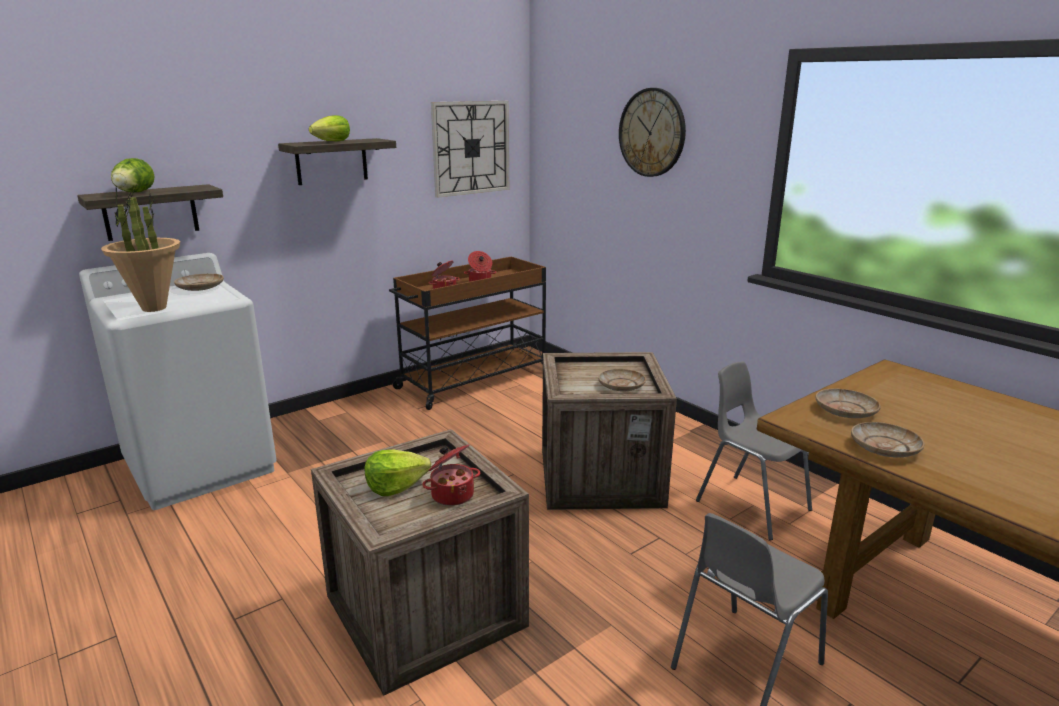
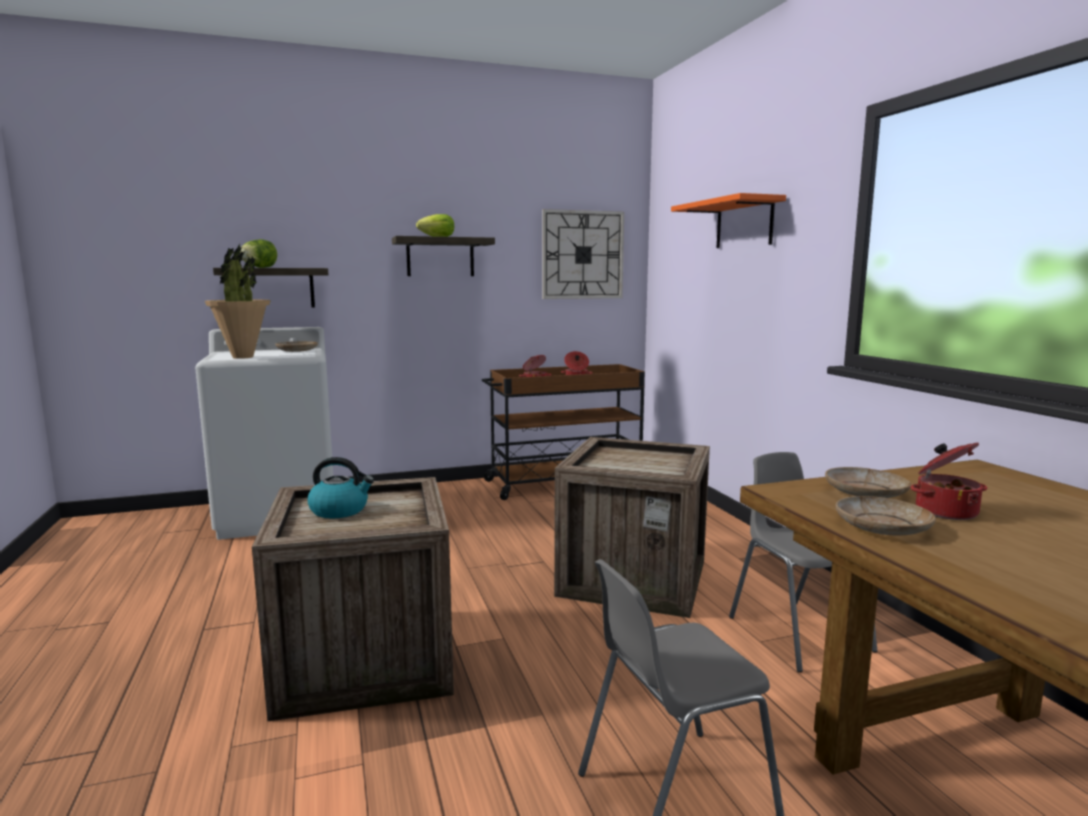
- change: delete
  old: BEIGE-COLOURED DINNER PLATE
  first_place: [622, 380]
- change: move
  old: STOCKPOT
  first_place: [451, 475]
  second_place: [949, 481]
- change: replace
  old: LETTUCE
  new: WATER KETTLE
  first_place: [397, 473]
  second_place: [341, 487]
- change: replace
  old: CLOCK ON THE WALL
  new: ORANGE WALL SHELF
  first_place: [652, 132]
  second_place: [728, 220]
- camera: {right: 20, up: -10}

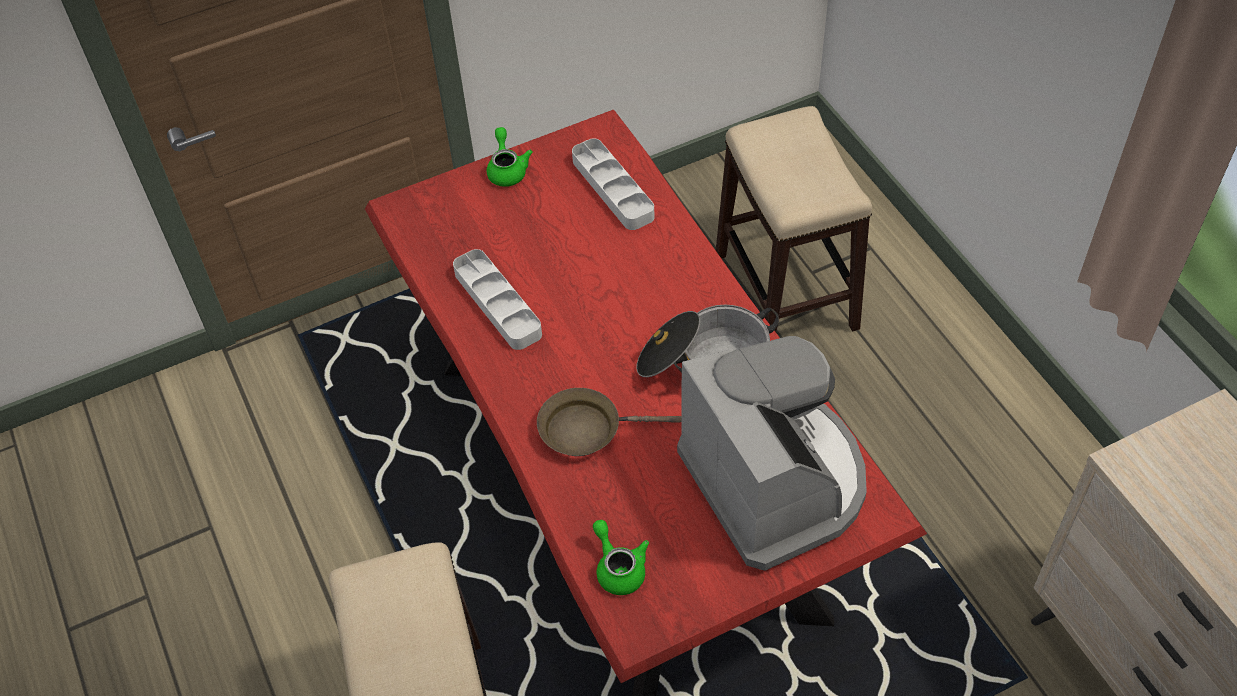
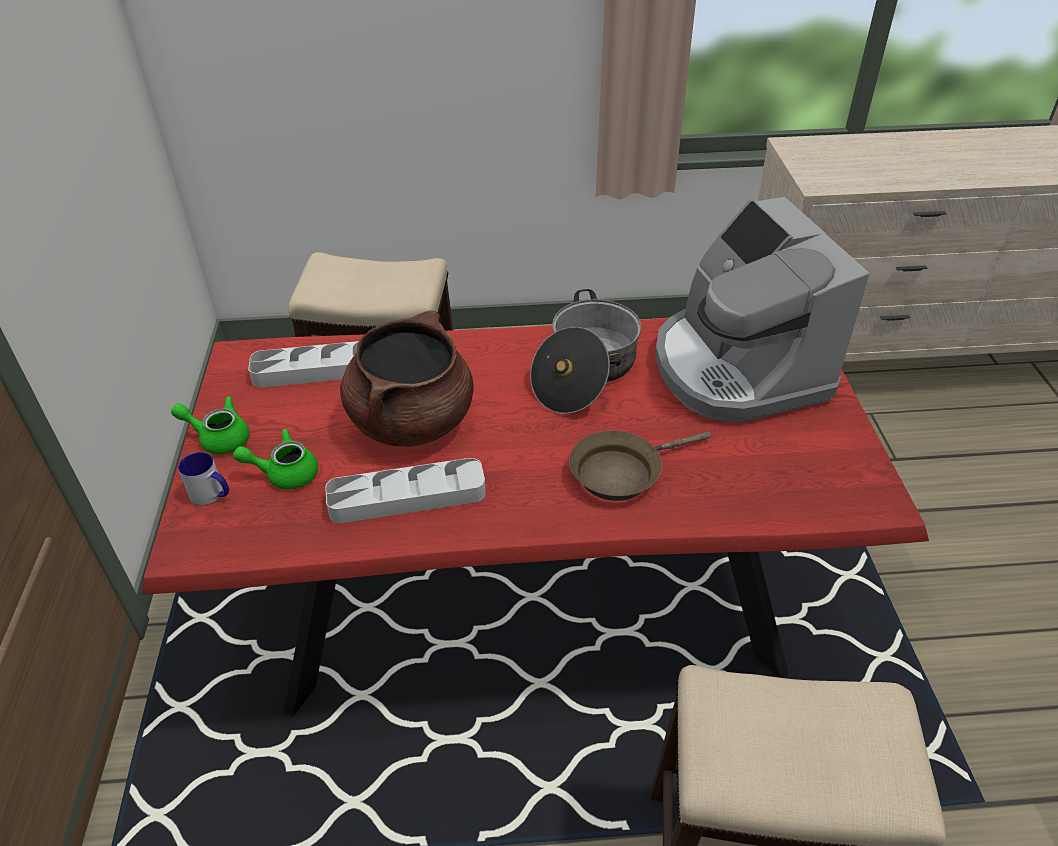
- change: insert
  new: TEA MUG
  second_place: [203, 478]
- change: insert
  new: BROWNISH STOCKPOT
  second_place: [407, 378]
- change: move
  old: GREEN TEAPOT
  first_place: [621, 557]
  second_place: [275, 459]
- change: rotate
  old: BROWNISH PAN
  first_place: [609, 422]
  second_place: [640, 466]
  degrees: 45
- change: rotate
  old: COFFEE MACHINE
  first_place: [772, 453]
  second_place: [762, 309]
  degrees: -105
- camera: {right: -70, up: -10}

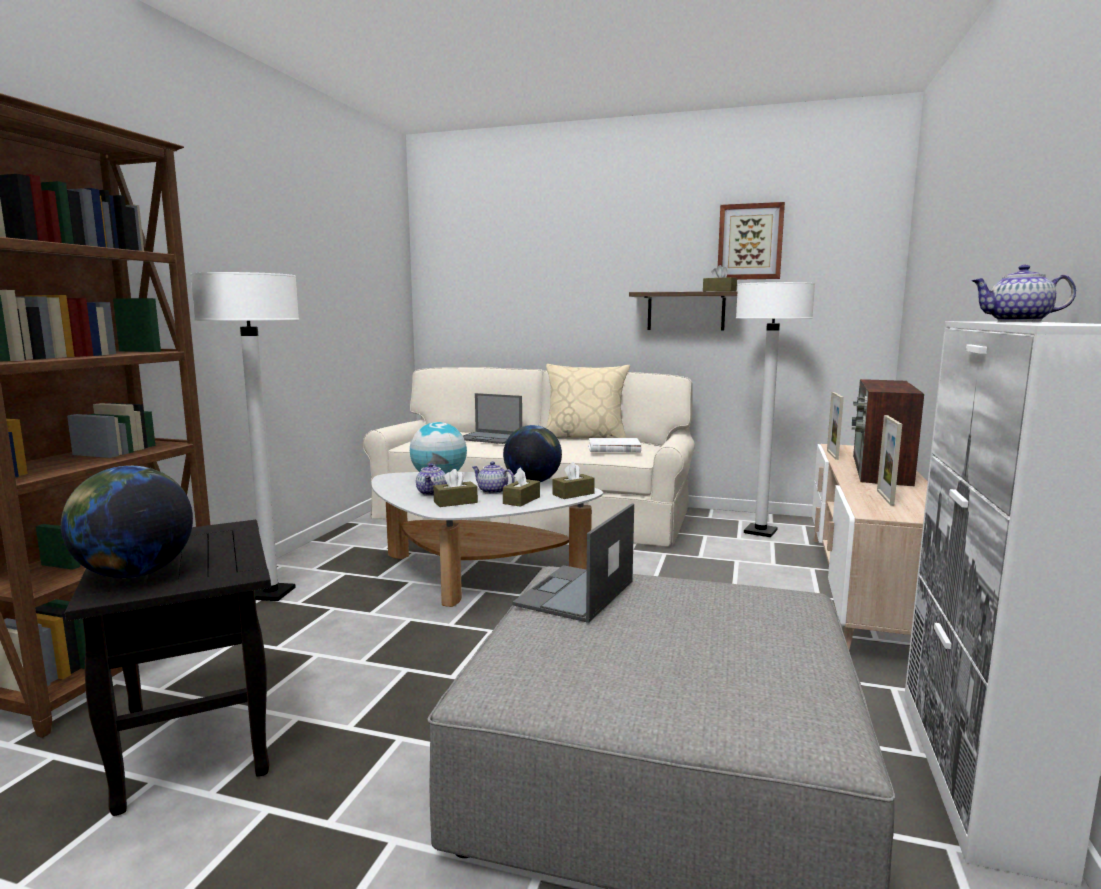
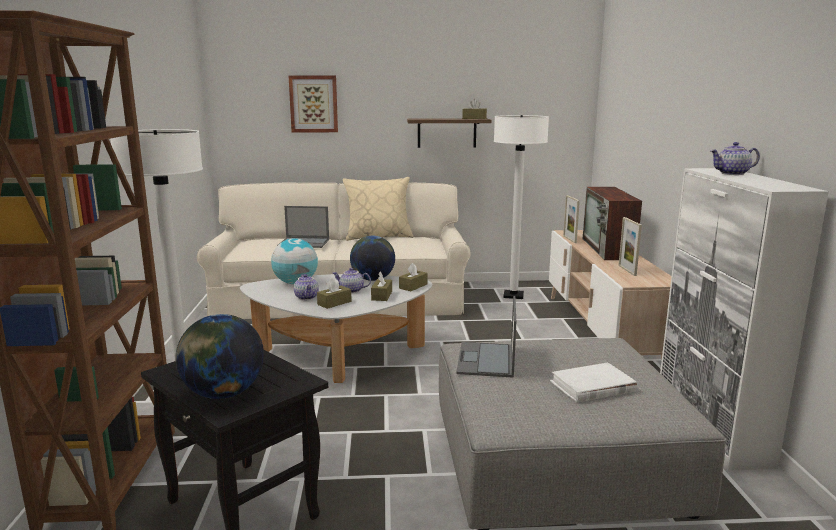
- change: move
  old: WHITISH VOLUME
  first_place: [614, 445]
  second_place: [593, 382]
- change: move
  old: WALL ART
  first_place: [751, 241]
  second_place: [313, 104]
- camera: {right: -20, up: 5}

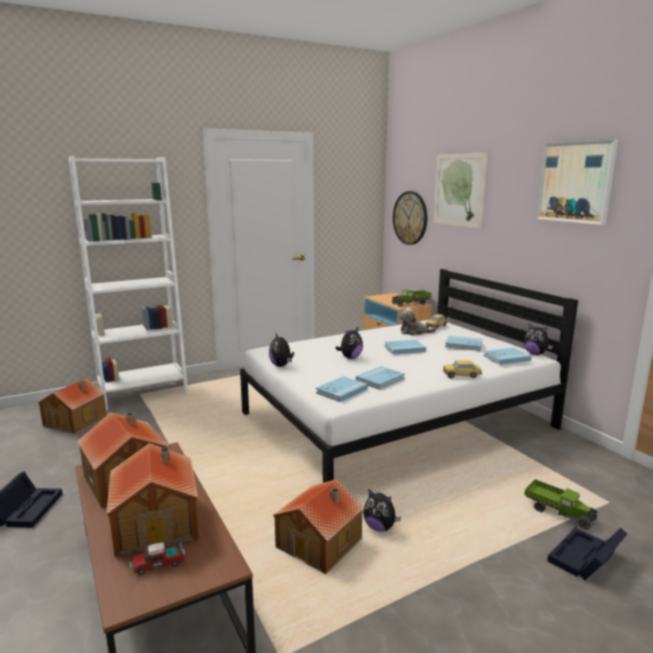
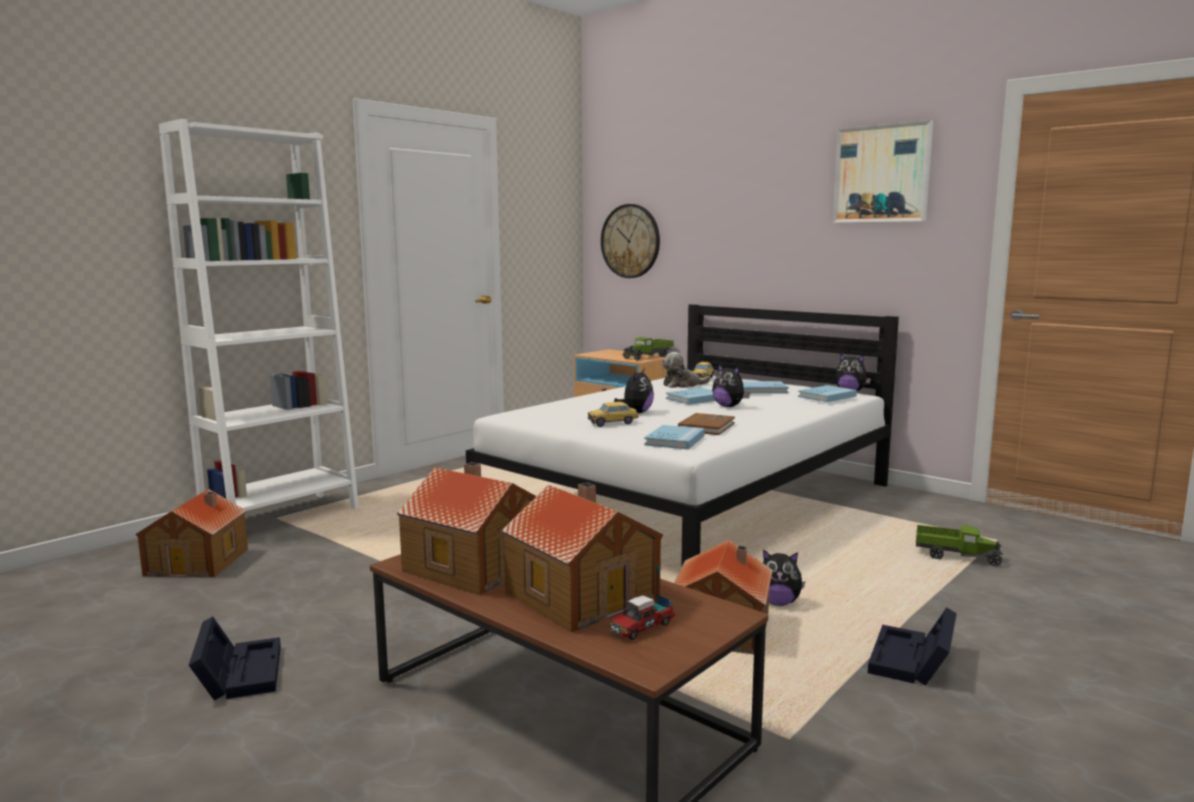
- change: delete
  old: WALL ART
  first_place: [461, 191]
- change: move
  old: CUDDLY TOY
  first_place: [281, 349]
  second_place: [731, 385]
- change: move
  old: MODEL CAR
  first_place: [462, 369]
  second_place: [613, 414]
- change: move
  old: BLACK STORAGE CONTAINER
  first_place: [587, 553]
  second_place: [912, 646]
- change: recolor
  old: BLUE-COLOURED VOLUME
  new: BROWNISH VOLUME
  first_place: [380, 378]
  second_place: [706, 424]
- camera: {right: -20, up: -5}

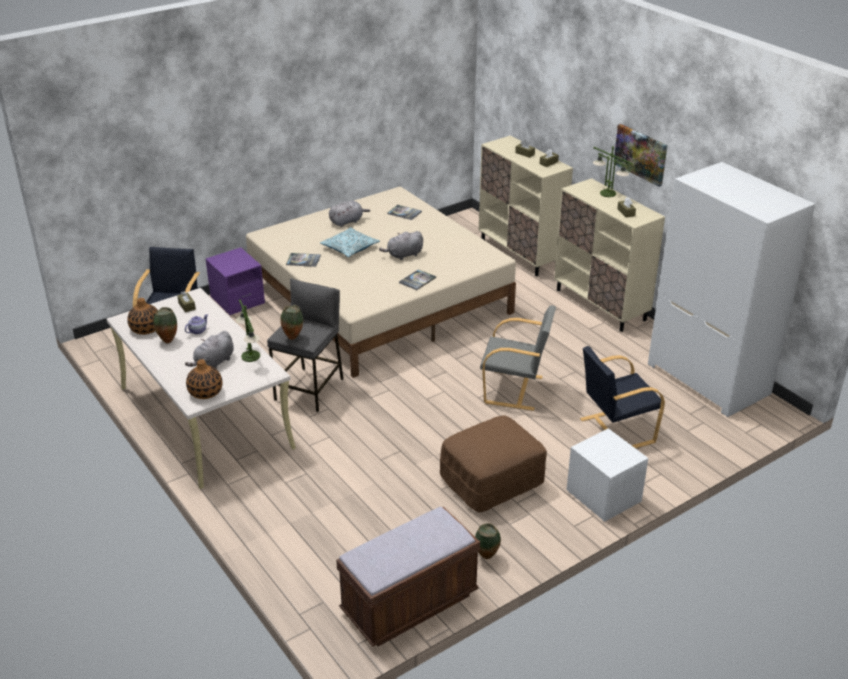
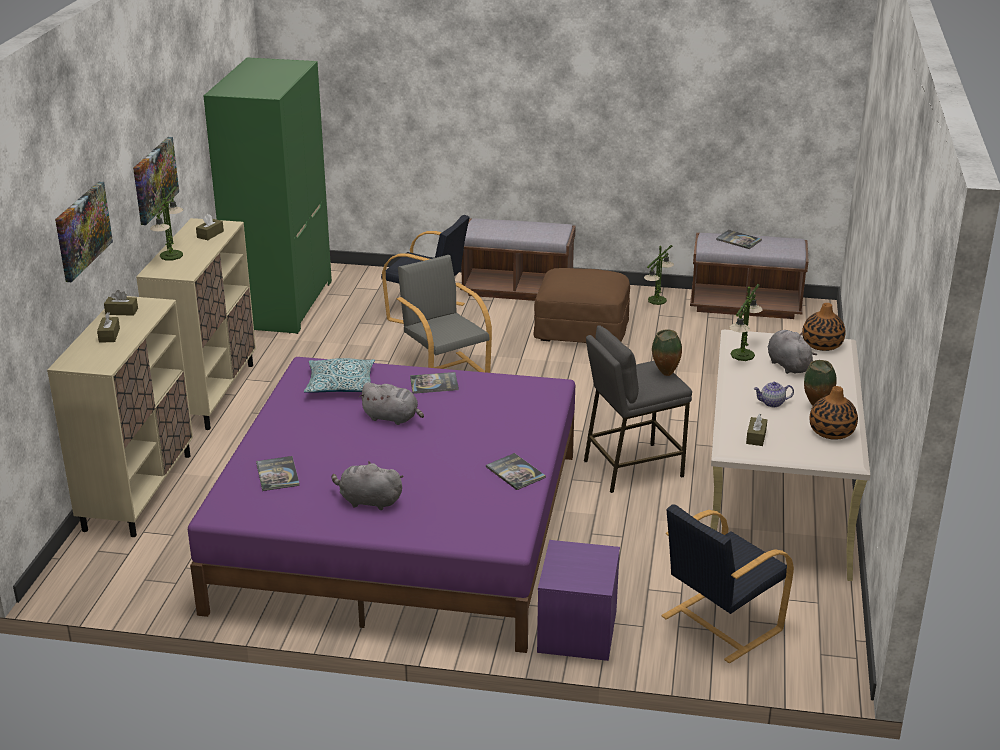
- change: insert
  new: WALL ART
  second_place: [84, 232]
- change: insert
  new: VOLUME
  second_place: [739, 239]
- change: move
  old: THROW PILLOW
  first_place: [350, 242]
  second_place: [339, 375]
- change: replace
  old: FLOWER VASE
  new: TABLE LAMP
  first_place: [488, 541]
  second_place: [659, 275]
- change: replace
  old: WHITISH BEDSIDE TABLE
  new: BROWNISH LONG SEAT
  first_place: [607, 475]
  second_place: [518, 259]
- change: recolor
  old: BEIGE-COLOURED SLEEPING BED
  new: PURPLISH SLEEPING BED
  first_place: [381, 282]
  second_place: [381, 505]
- change: recolor
  old: WHITISH ARMOIRE
  new: GREEN ARMOIRE
  first_place: [731, 289]
  second_place: [267, 195]
- change: rotate
  old: GREYISH CUDDLY TOY
  first_place: [209, 350]
  second_place: [792, 352]
  degrees: -105
- camera: {right: -135, up: -5}

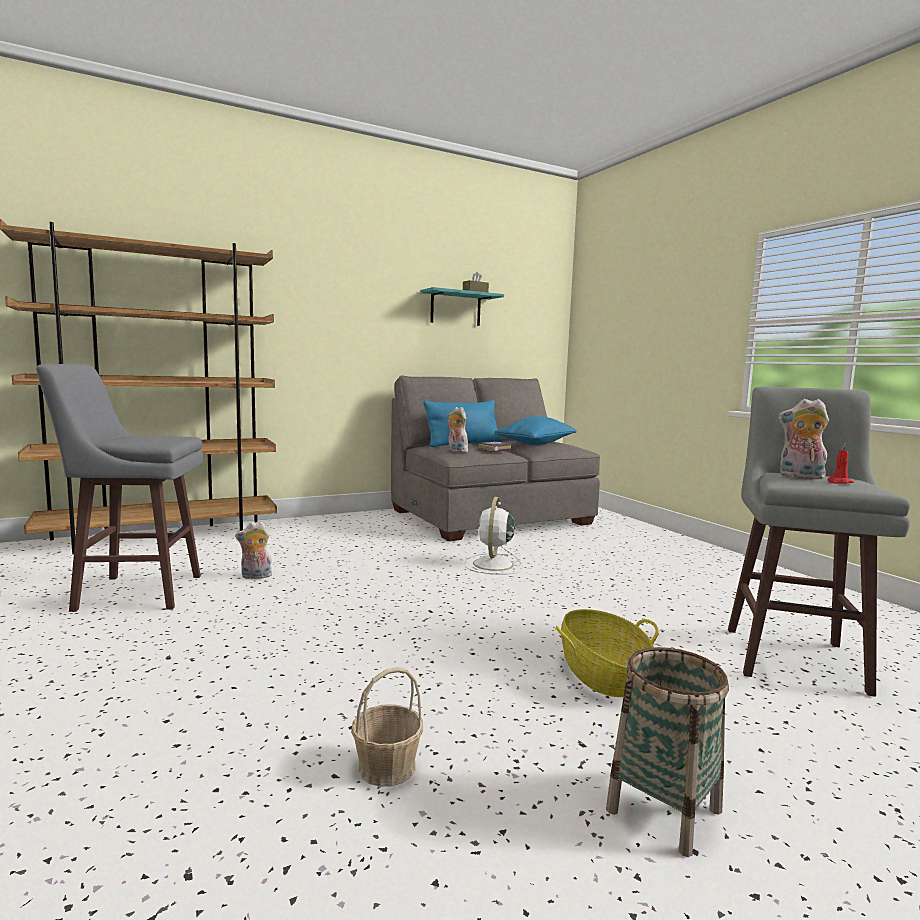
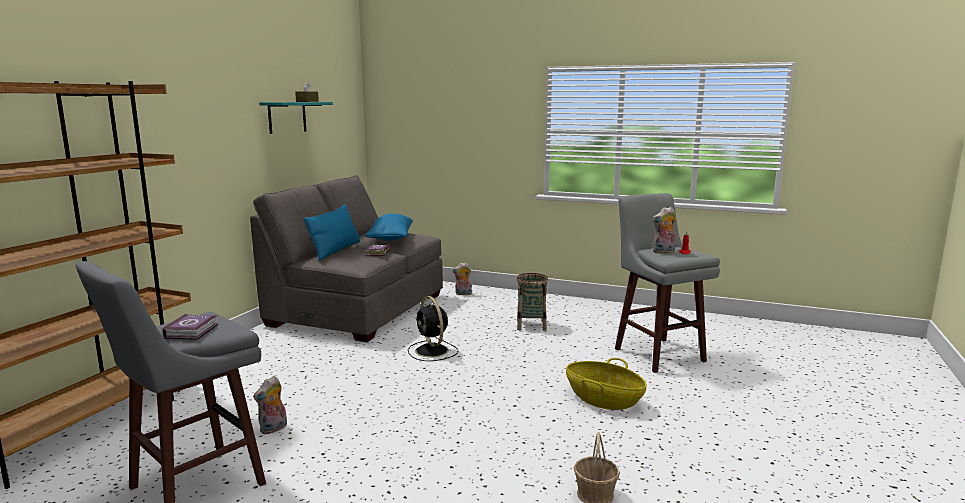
- change: insert
  new: VOLUME
  second_place: [190, 327]
- change: move
  old: CUDDLY TOY
  first_place: [457, 429]
  second_place: [462, 278]
- change: move
  old: HOUSEHOLD BASKET
  first_place: [667, 752]
  second_place: [532, 302]
- change: recolor
  old: WHITISH COOLING FAN
  new: BLACK COOLING FAN
  first_place: [493, 536]
  second_place: [433, 328]
- camera: {right: -40, up: 5}

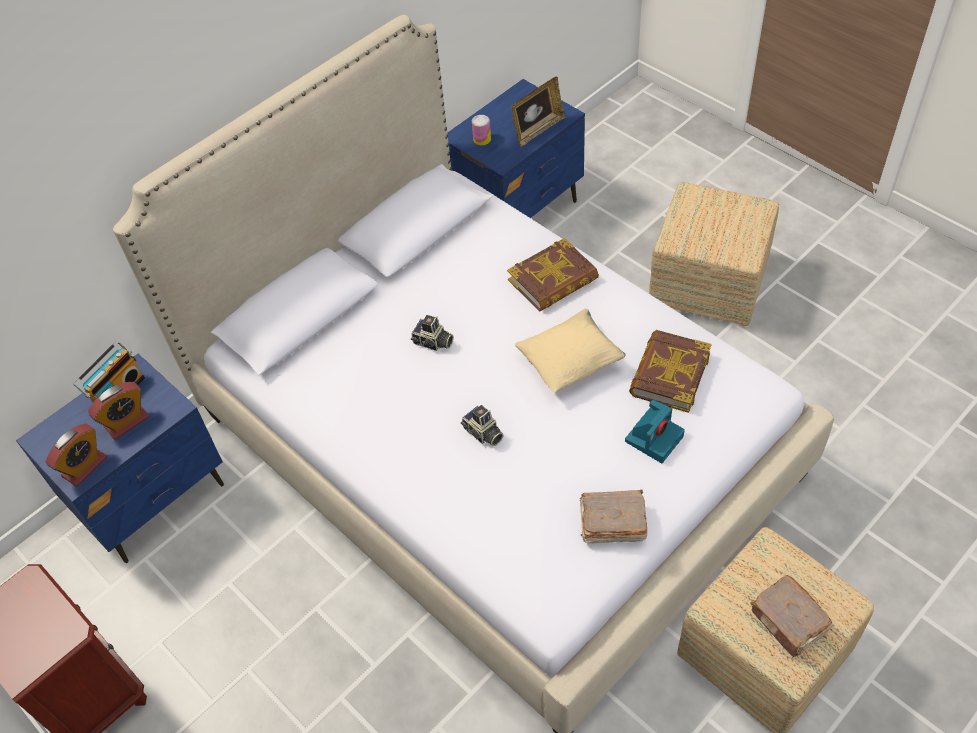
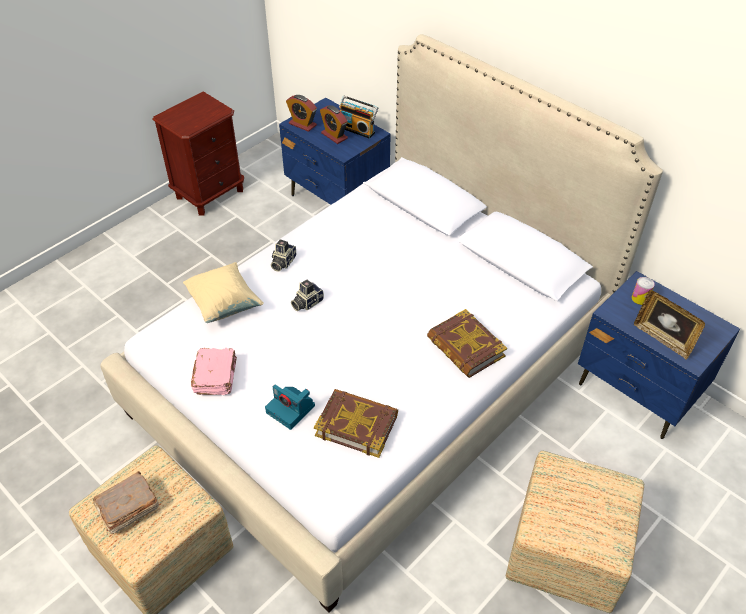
- change: move
  old: PHOTO CAMERA
  first_place: [432, 333]
  second_place: [283, 255]
- change: move
  old: BEIGE-COLOURED THROW PILLOW
  first_place: [570, 350]
  second_place: [223, 292]
- change: recolor
  old: BROWNISH VOLUME
  new: PINKISH VOLUME
  first_place: [613, 516]
  second_place: [214, 371]
- camera: {right: 85, up: -5}

